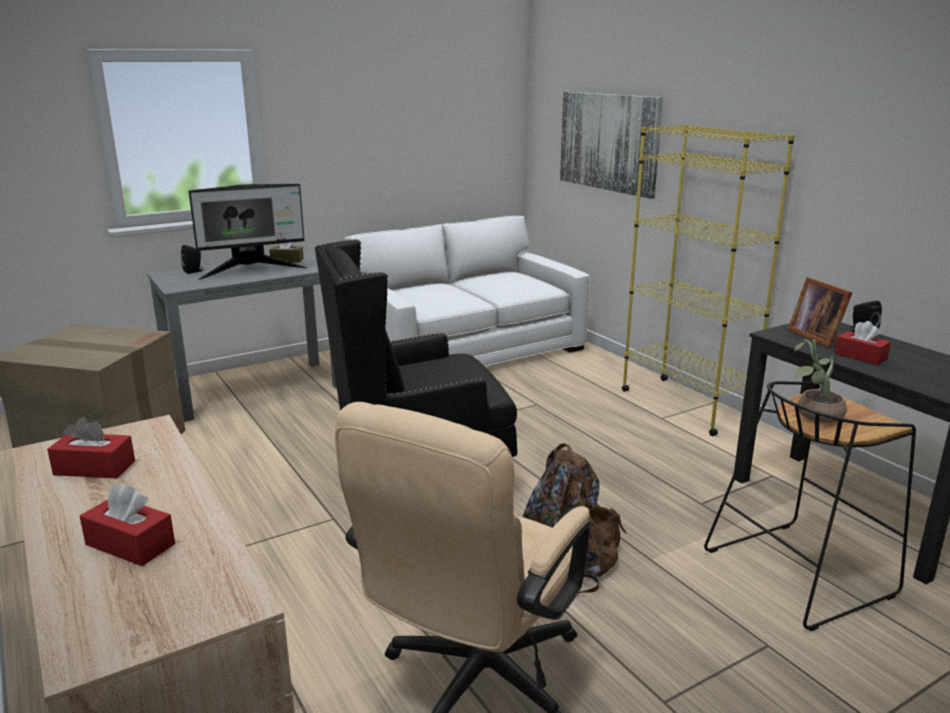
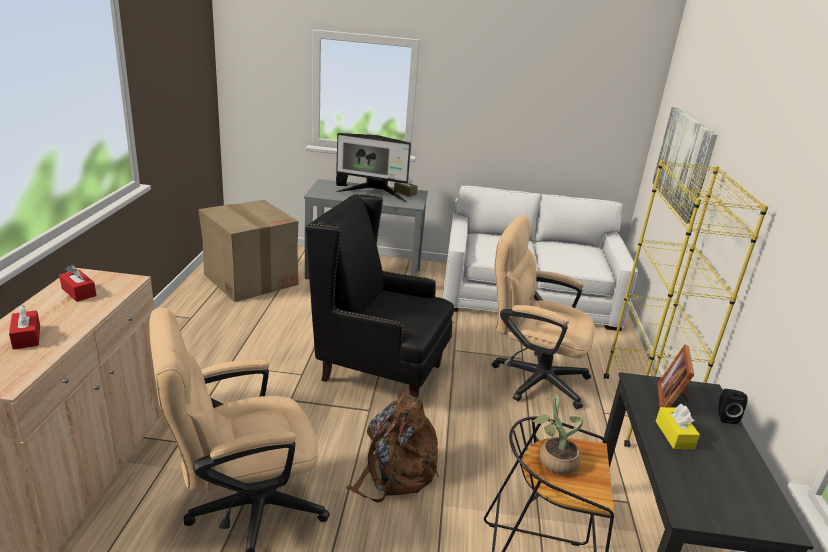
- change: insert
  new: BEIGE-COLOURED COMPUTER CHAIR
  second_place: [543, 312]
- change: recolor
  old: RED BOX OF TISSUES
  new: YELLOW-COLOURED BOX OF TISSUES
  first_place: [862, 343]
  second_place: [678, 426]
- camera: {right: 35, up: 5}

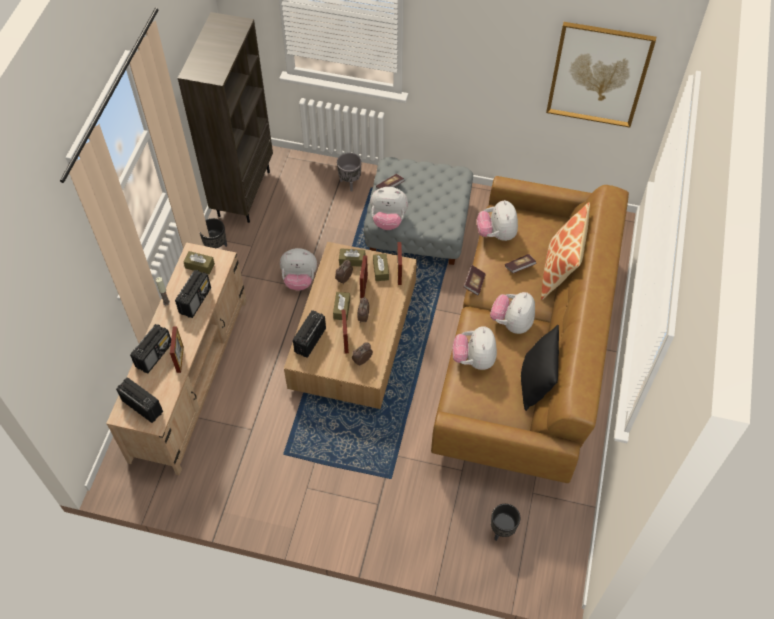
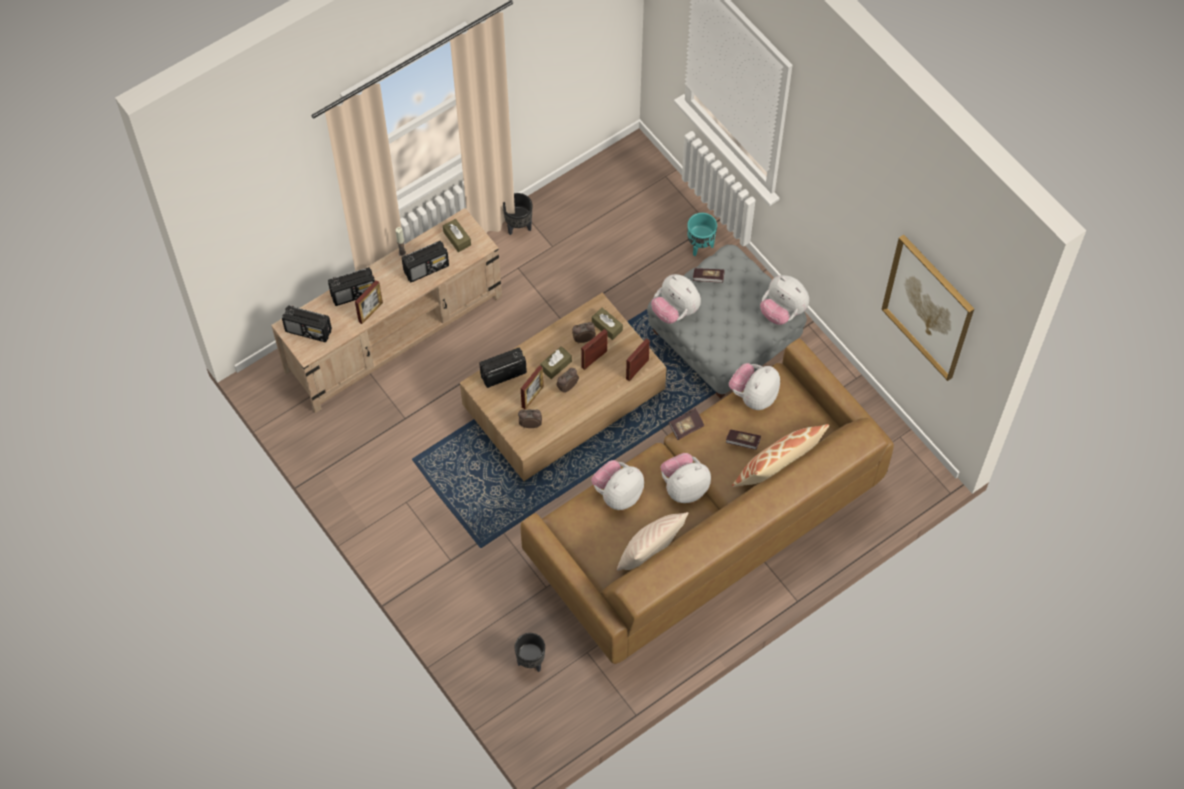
- change: delete
  old: BROWNISH BOOKSHELF
  first_place: [225, 117]
- change: delete
  old: BROWNISH BOX OF TISSUES
  first_place: [381, 267]
- change: move
  old: CUDDLY TOY
  first_place: [298, 269]
  second_place: [784, 300]
- change: recolor
  old: GREYISH PLANT POT
  new: TURQUOISE-COLOURED PLANT POT
  first_place: [349, 172]
  second_place: [702, 234]
- change: recolor
  old: BLACK THROW PILLOW
  new: BEIGE-COLOURED THROW PILLOW
  first_place: [540, 368]
  second_place: [652, 541]
- change: rotate
  old: RADIO RECEIVER
  first_place: [139, 400]
  second_place: [307, 323]
  degrees: 120
- camera: {right: 40, up: 5}

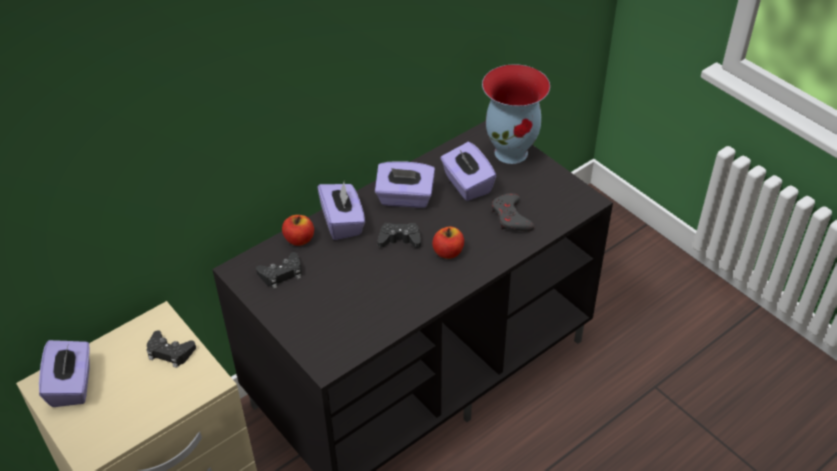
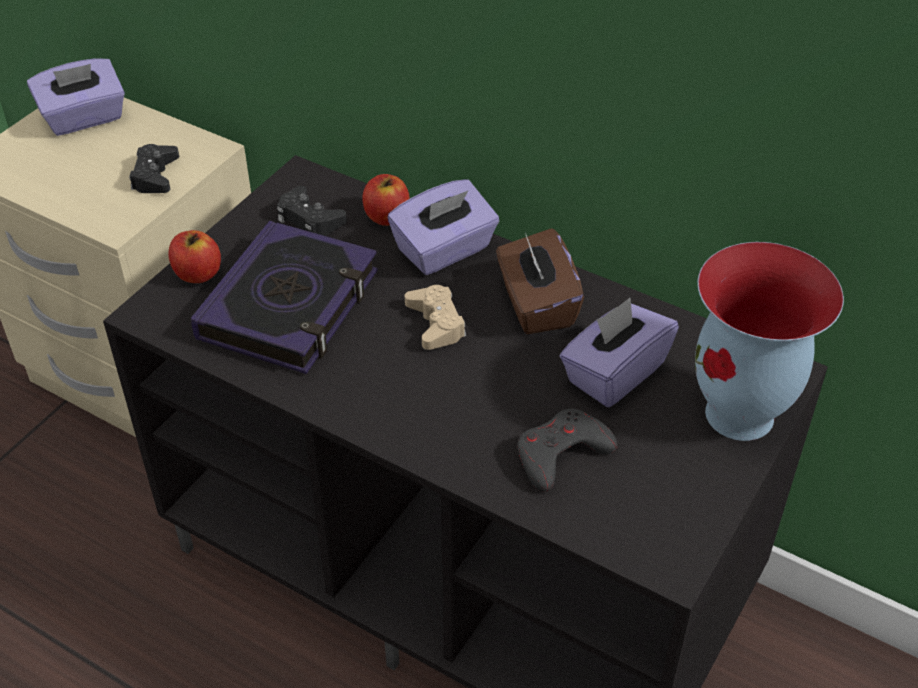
- change: insert
  new: VOLUME
  second_place: [284, 297]
- change: move
  old: APPLE FRUIT
  first_place: [448, 243]
  second_place: [194, 256]
- change: recolor
  old: PURPLISH BOX OF TISSUES
  new: BROWNISH BOX OF TISSUES
  first_place: [405, 184]
  second_place: [540, 281]
- change: recolor
  old: BLACK GAMEPAD
  new: BEIGE-COLOURED GAMEPAD
  first_place: [399, 235]
  second_place: [435, 317]
- camera: {right: 70, up: 0}

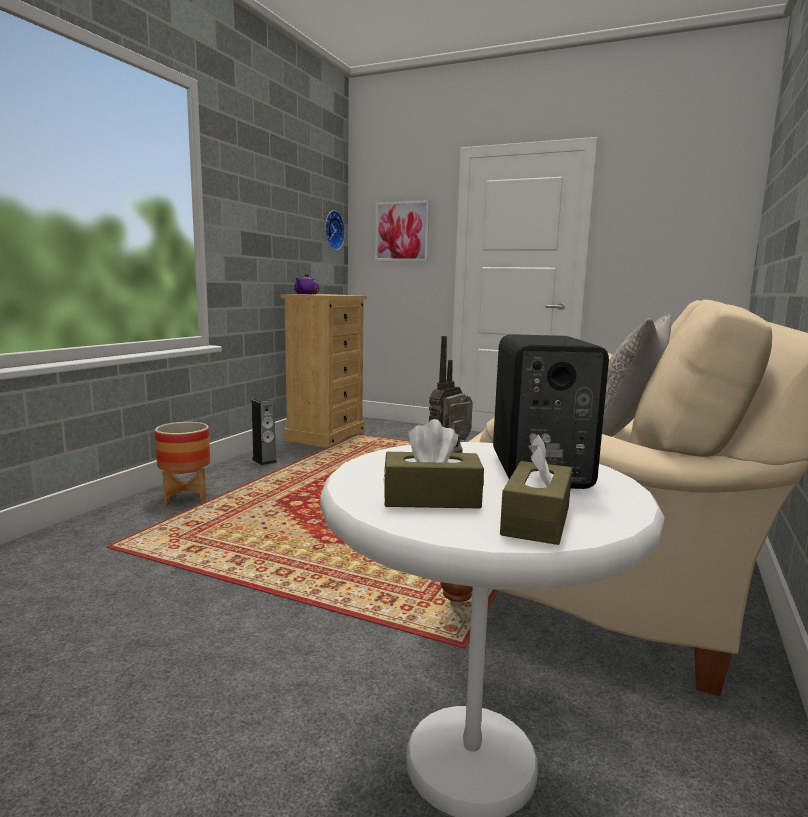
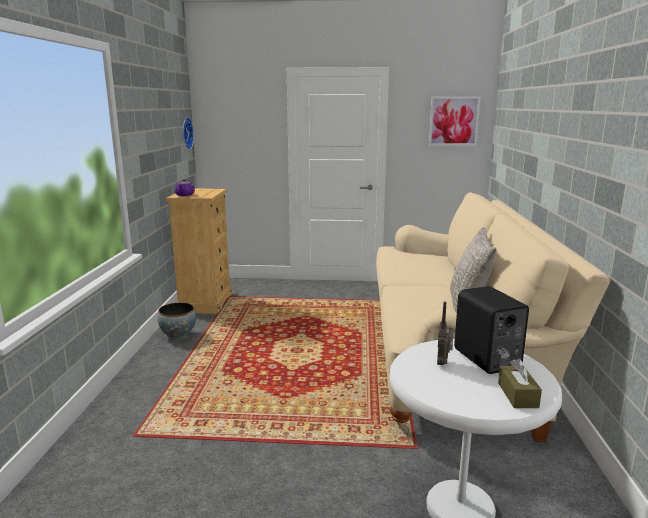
- change: delete
  old: PLANT POT
  first_place: [182, 464]
- change: delete
  old: BROWNISH BOX OF TISSUES
  first_place: [433, 464]
- change: move
  old: WALL ART
  first_place: [402, 230]
  second_place: [455, 121]
- change: replace
  old: AUDIO SPEAKER
  new: DEEP DISH
  first_place: [264, 431]
  second_place: [177, 320]
- camera: {right: -20, up: 5}

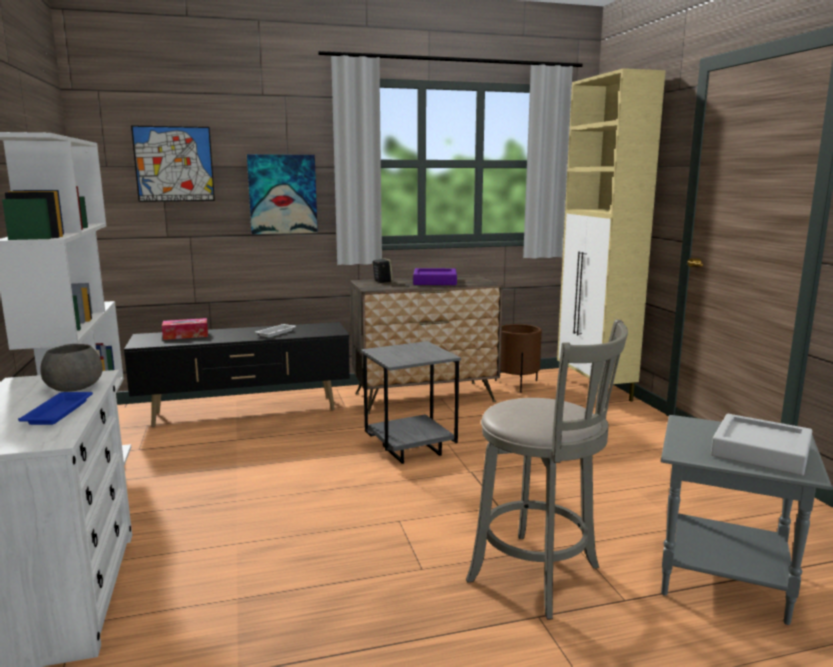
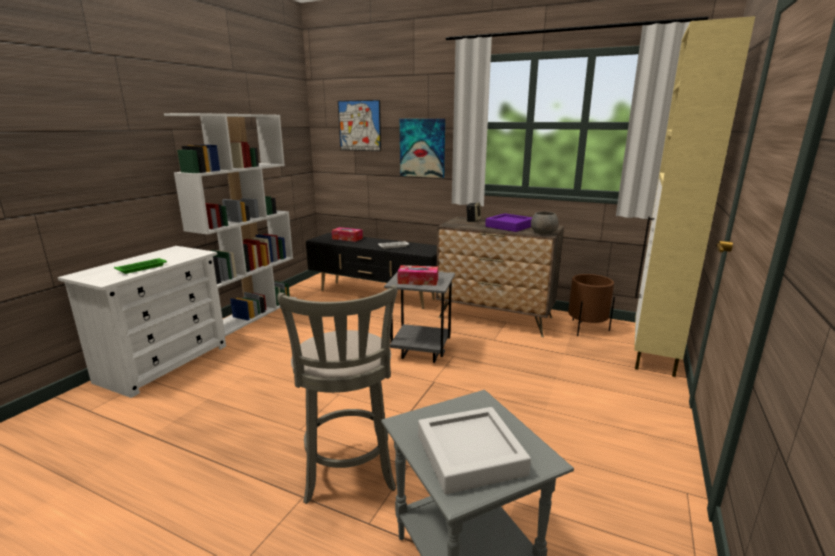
- change: insert
  new: BOX OF TISSUES
  second_place: [417, 275]
- change: move
  old: GREYISH DEEP DISH
  first_place: [71, 368]
  second_place: [545, 222]
- change: recolor
  old: BLUE-COLOURED SERVING TRAY
  new: GREEN SERVING TRAY
  first_place: [55, 408]
  second_place: [140, 266]
- camera: {right: 40, up: 5}

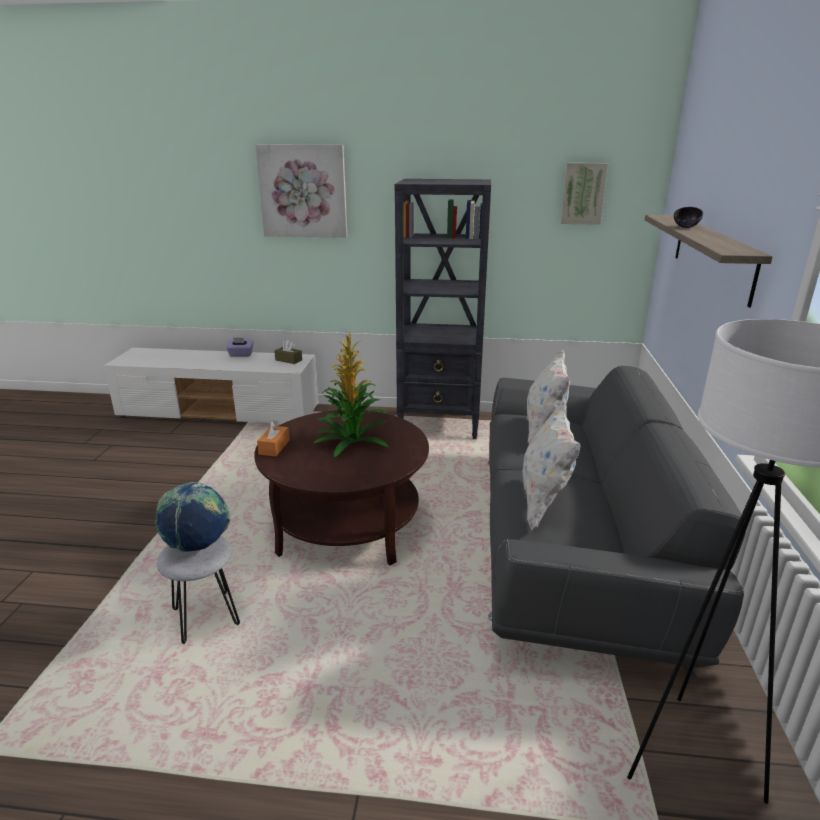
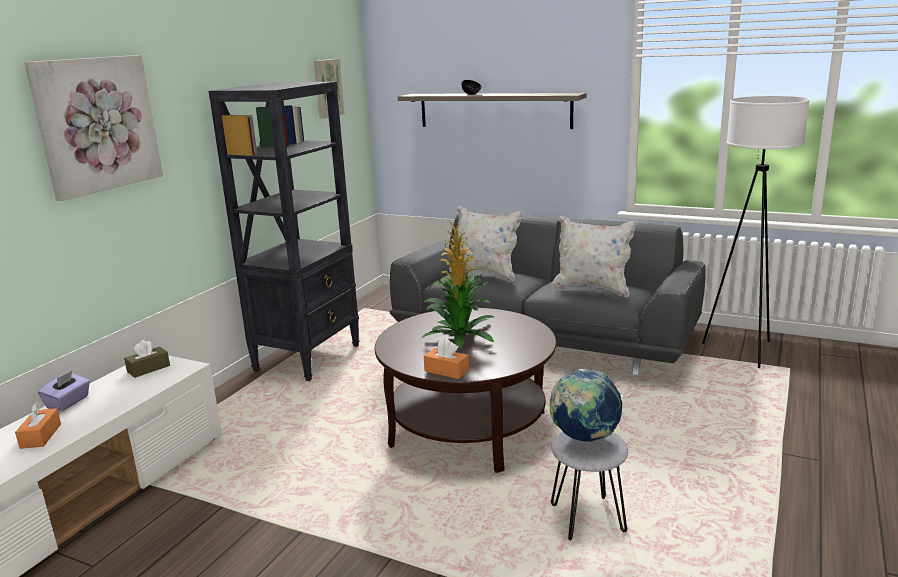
- change: insert
  new: ORANGE BOX OF TISSUES
  second_place: [38, 425]
- camera: {right: -70, up: -5}

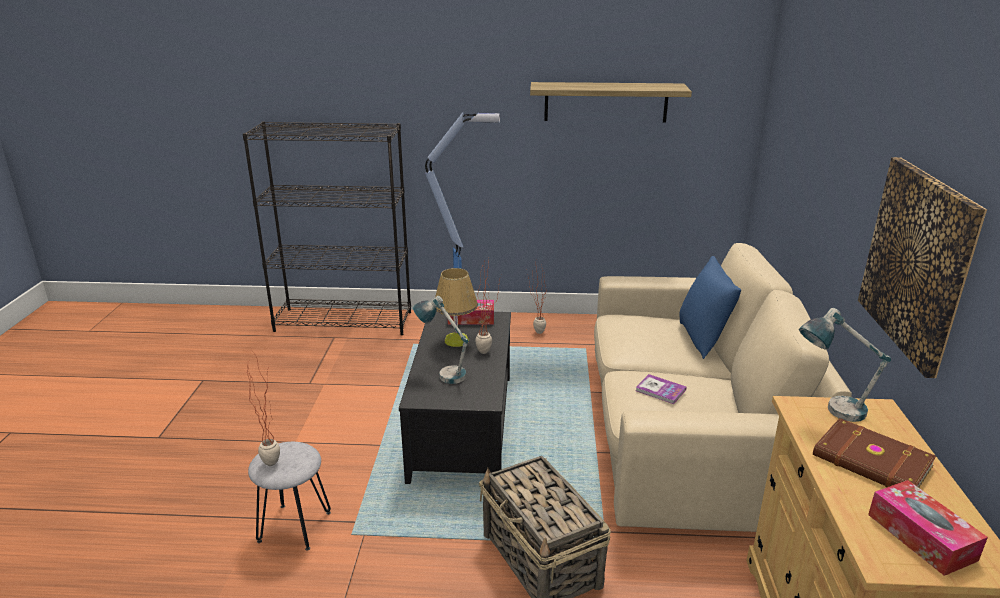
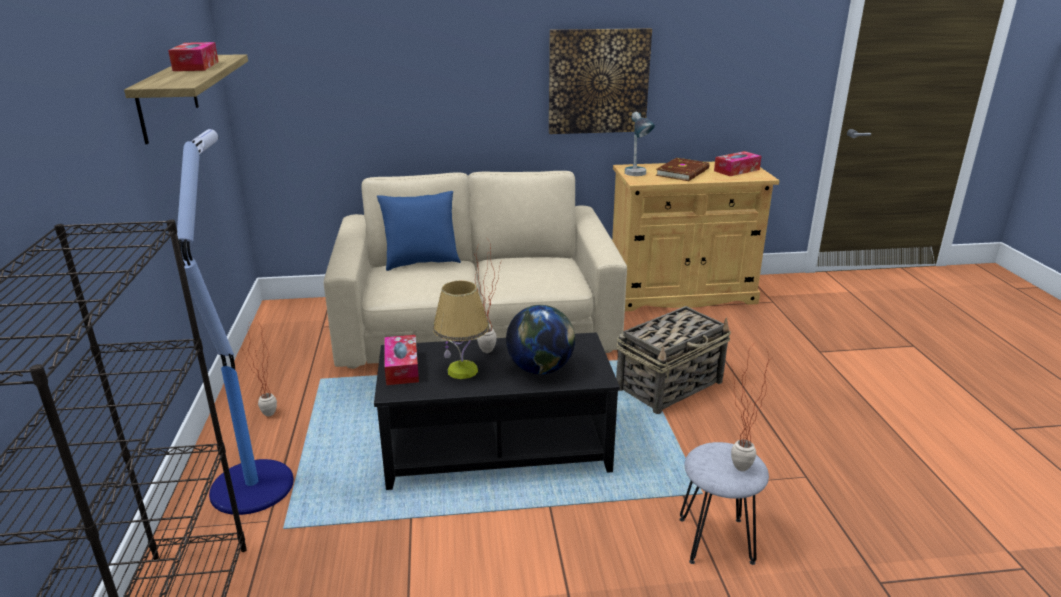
- change: delete
  old: VOLUME
  first_place: [661, 389]
- change: insert
  new: BOX OF TISSUES
  second_place: [193, 56]
- change: replace
  old: TABLE LAMP
  new: DESK GLOBE
  first_place: [440, 340]
  second_place: [540, 339]
- camera: {right: -100, up: 0}

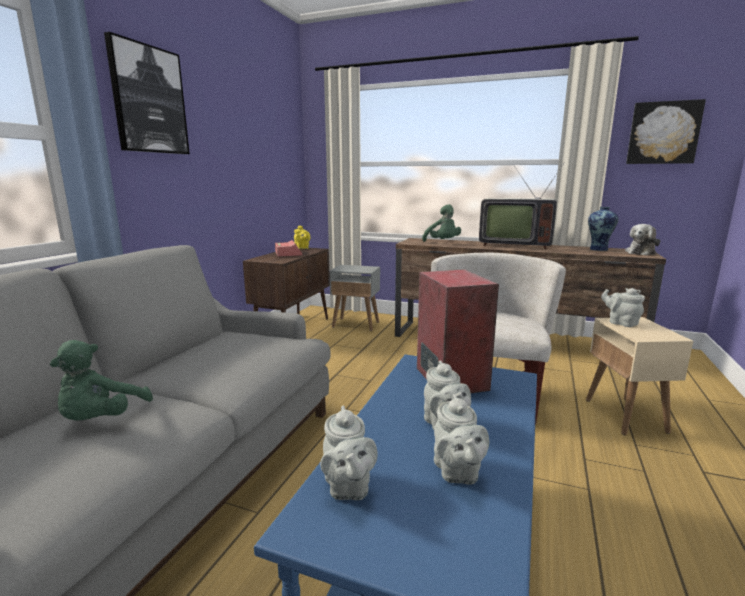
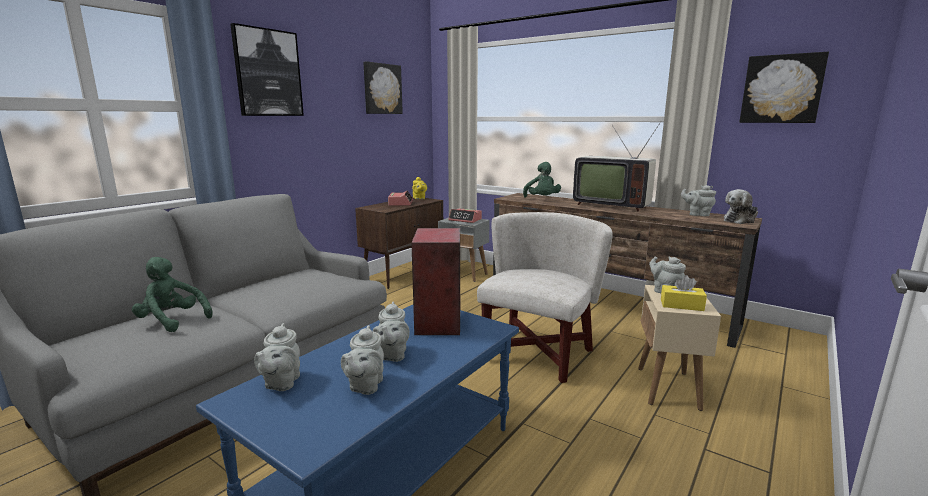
- change: insert
  new: WALL ART
  second_place: [383, 87]
- change: insert
  new: ALARM CLOCK
  second_place: [465, 215]
- change: insert
  new: YELLOW-COLOURED BOX OF TISSUES
  second_place: [684, 293]
- change: replace
  old: FLOWER VASE
  new: GREYISH TEAPOT
  first_place: [603, 229]
  second_place: [698, 200]
- change: rotate
  old: GREEN CUDDLY TOY
  first_place: [101, 380]
  second_place: [172, 294]
  degrees: 90
- camera: {right: 15, up: 0}

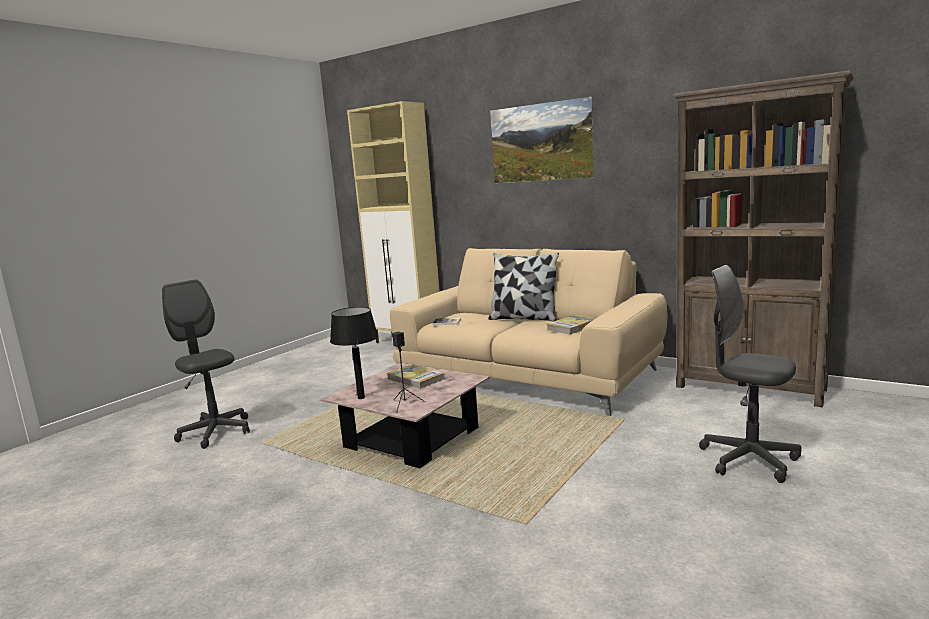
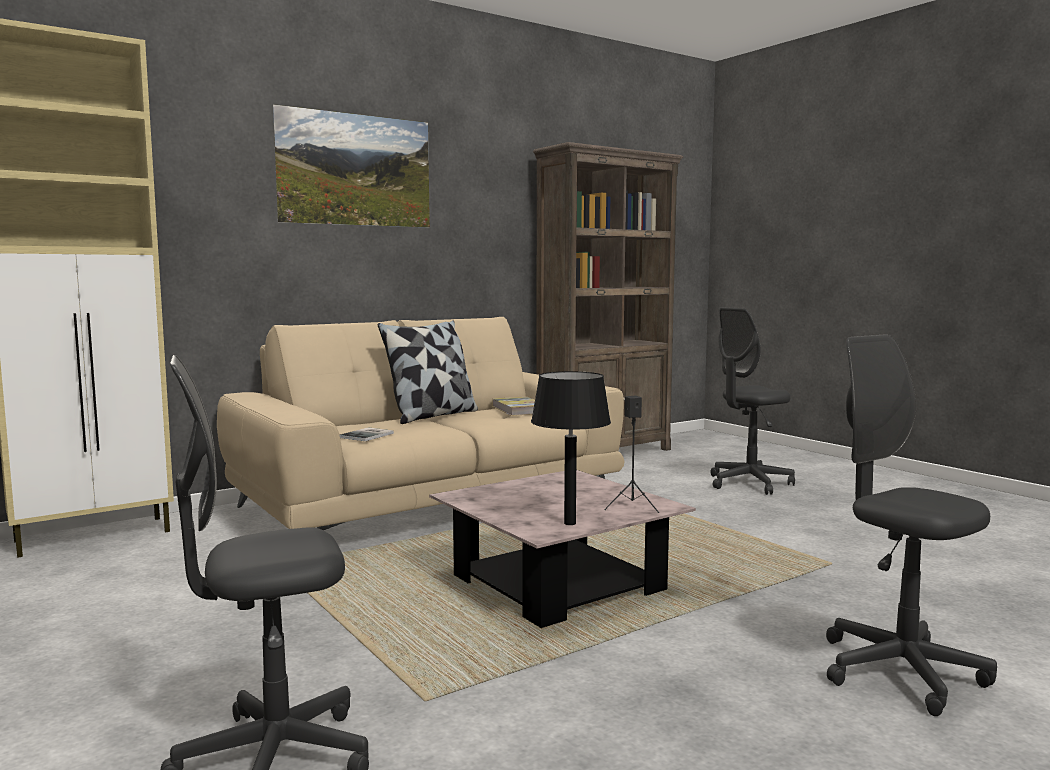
- change: delete
  old: VOLUME
  first_place: [416, 376]
- change: insert
  new: GREYISH COMPUTER CHAIR
  second_place: [911, 525]
- camera: {right: -70, up: -5}

